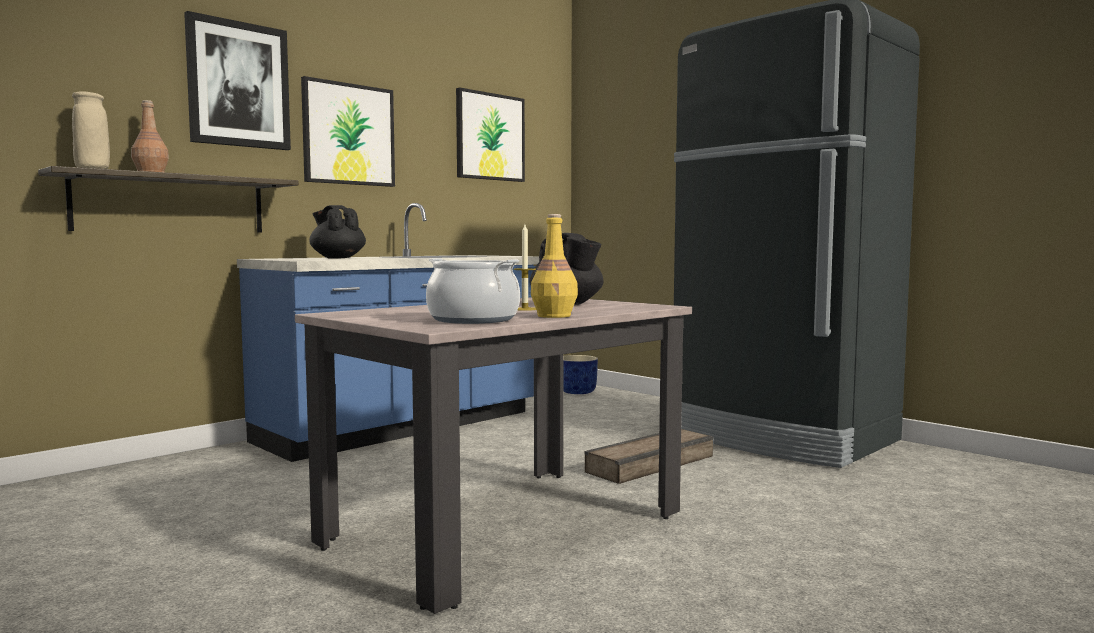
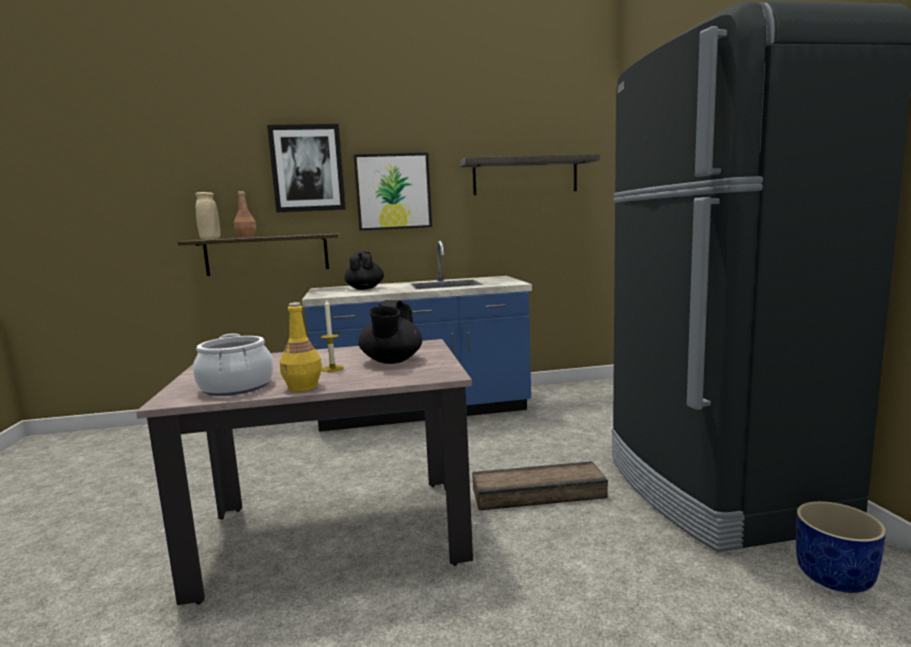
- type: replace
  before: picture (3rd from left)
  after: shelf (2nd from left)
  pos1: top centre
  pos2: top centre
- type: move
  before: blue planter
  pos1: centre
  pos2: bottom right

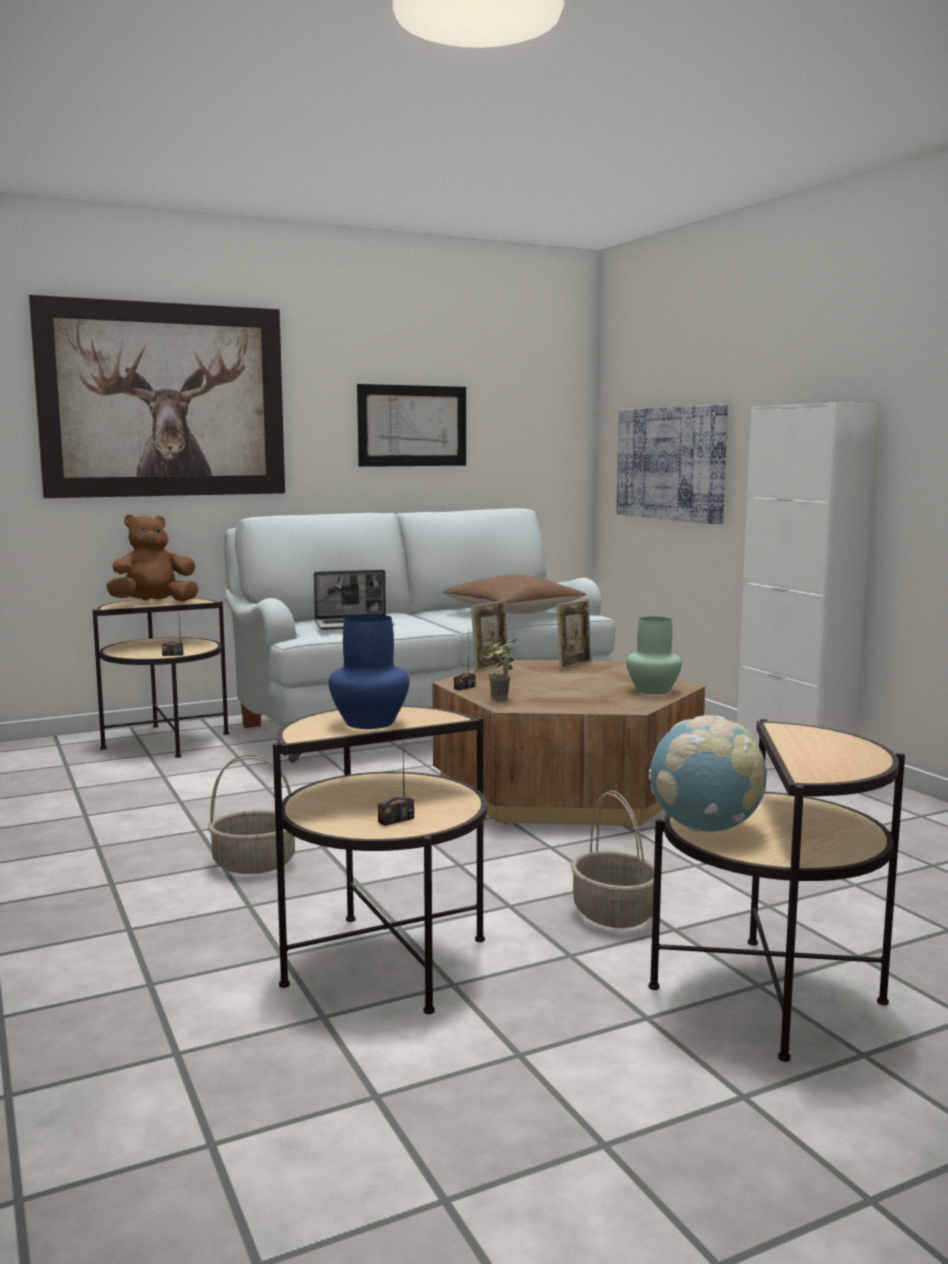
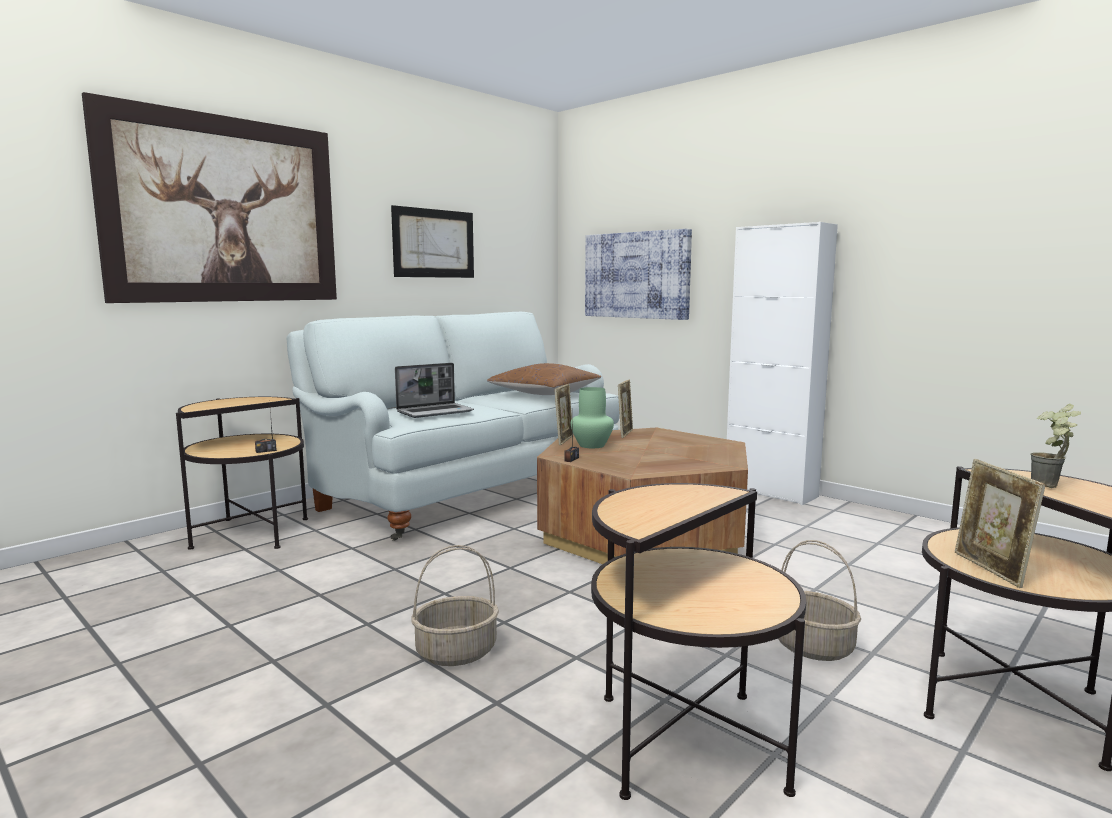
- type: delete
  before: brown plush toy
  pos1: middle left
- type: delete
  before: blue vase
  pos1: centre
- type: move
  before: green vase
  pos1: middle right
  pos2: centre
- type: move
  before: potted plant
  pos1: centre
  pos2: middle right
- type: replace
  before: globe
  after: picture frame (3rd from left)
  pos1: middle right
  pos2: middle right
- type: delete
  before: radio (2nd from left)
  pos1: centre

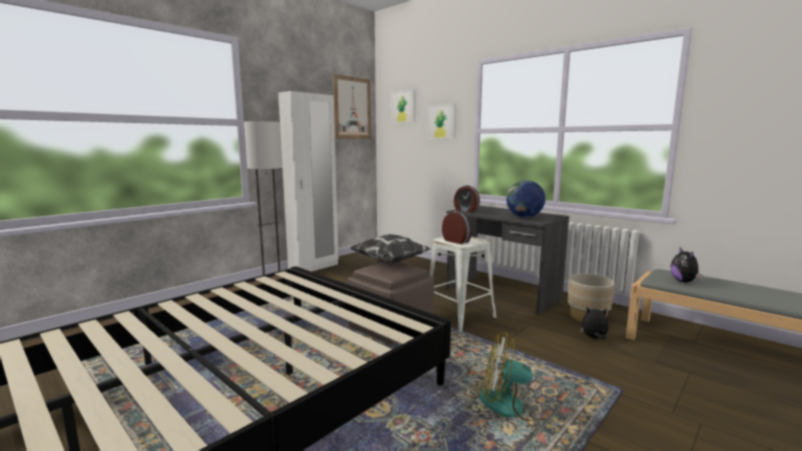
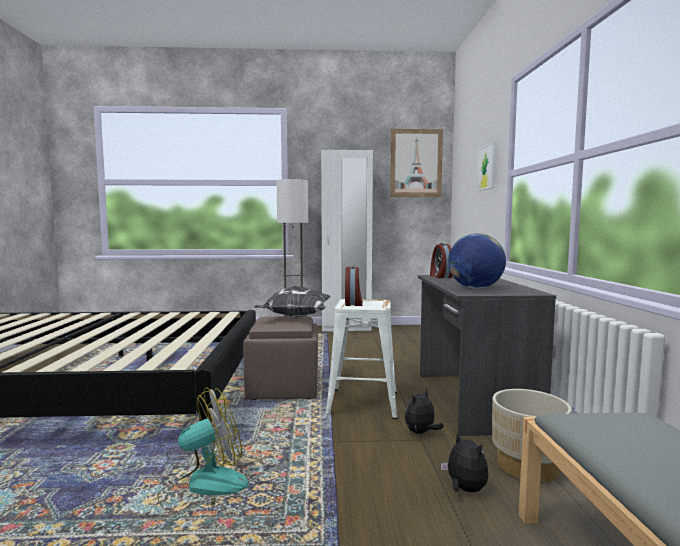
- type: delete
  before: picture (2nd from left)
  pos1: top centre
- type: move
  before: plush toy (2nd from left in the first image)
  after: plush toy (1st from left)
  pos1: middle right
  pos2: bottom centre
- type: rotate
  before: fan
  pos1: bottom centre
  pos2: bottom left
  turn: 90

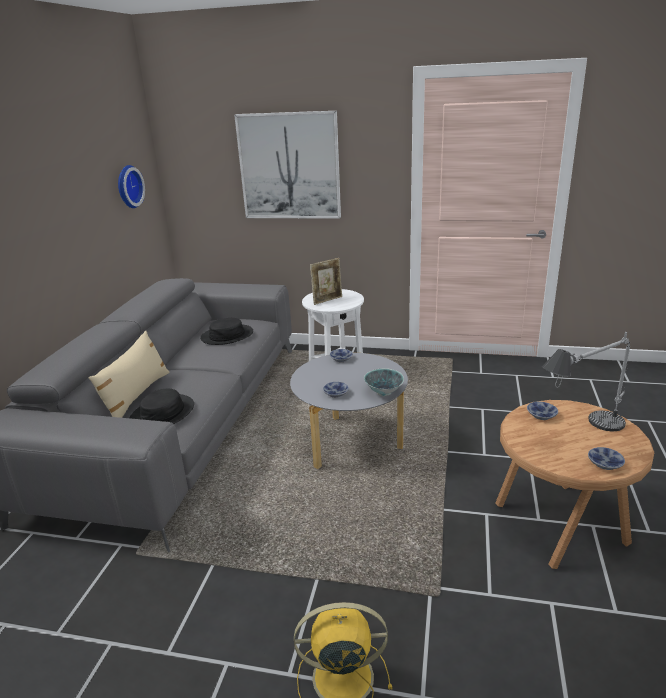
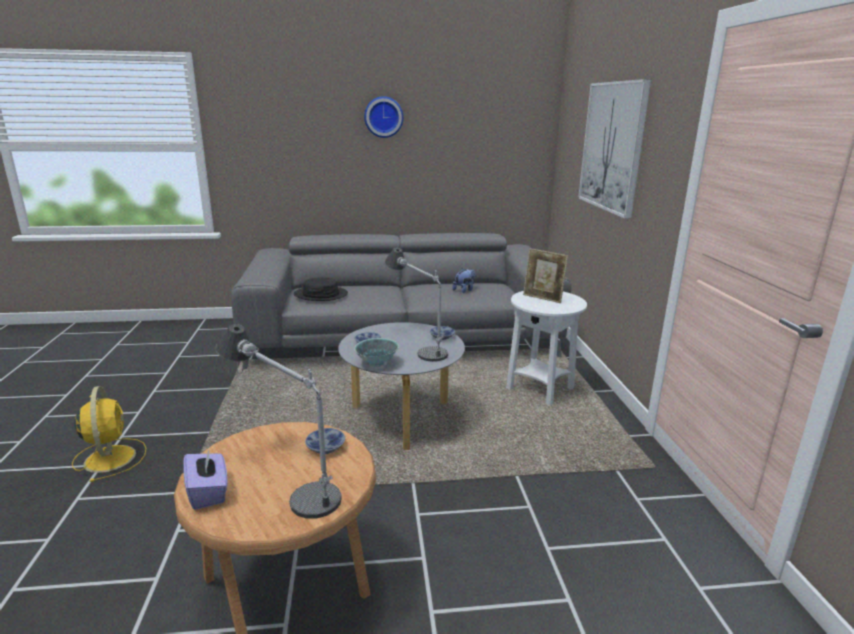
- type: move
  before: wall clock
  pos1: top left
  pos2: top centre
- type: replace
  before: black hat (2nd from left)
  after: plush toy
  pos1: centre
  pos2: centre
- type: delete
  before: beige pillow
  pos1: middle left
- type: replace
  before: bowl (5th from left)
  after: purple tissue box
  pos1: middle right
  pos2: bottom left
- type: insert
  after: table lamp (2nd from left)
  pos2: centre

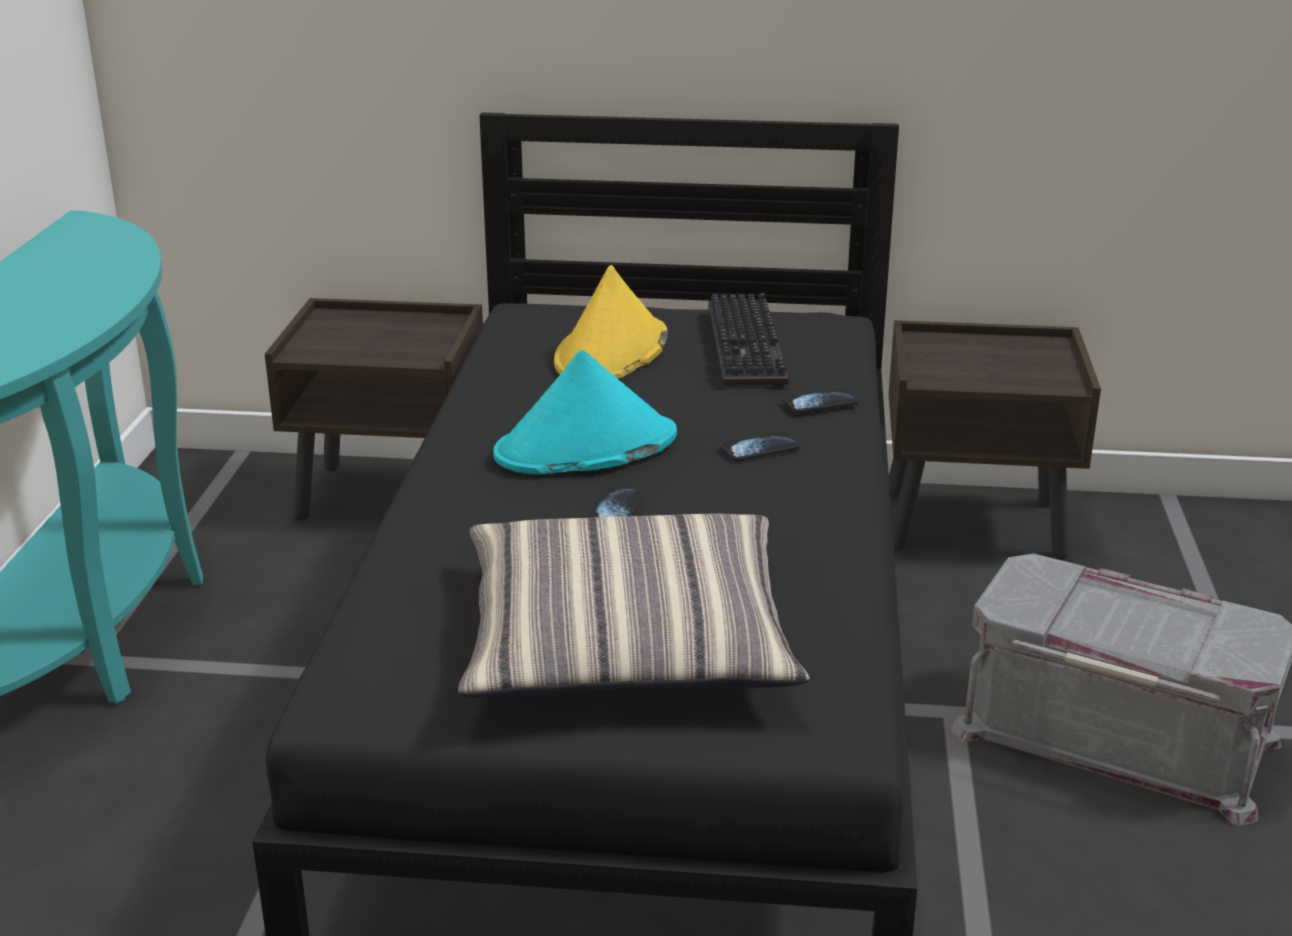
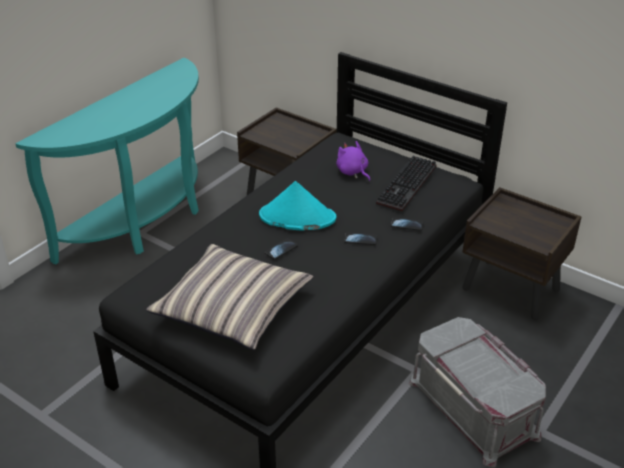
- type: replace
  before: yellow hat
  after: purple plush toy
  pos1: centre
  pos2: centre

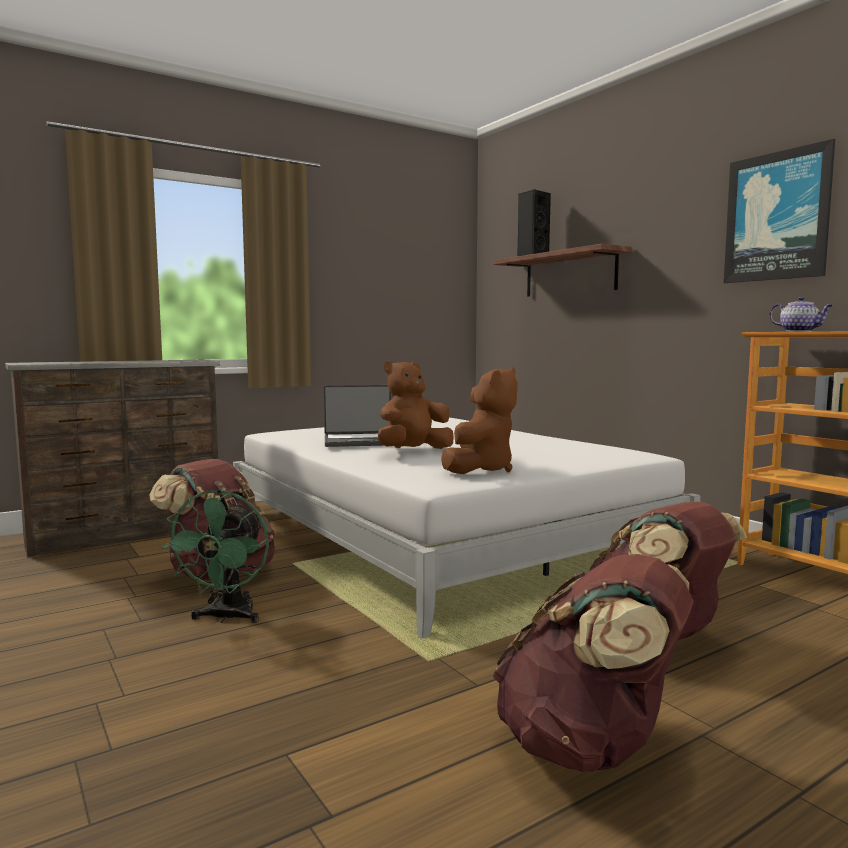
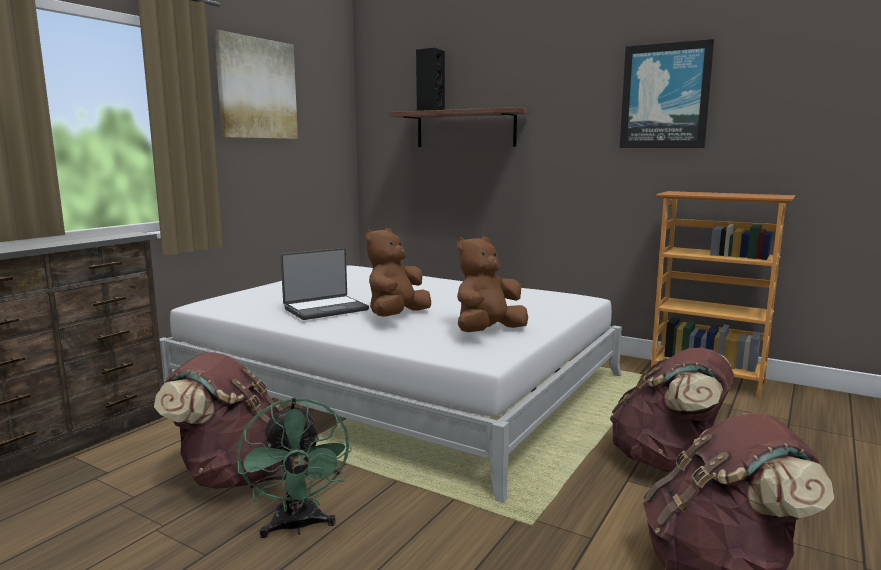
- type: delete
  before: teapot
  pos1: middle right
- type: rotate
  before: brown plush toy (2nd from left)
  pos1: centre
  pos2: centre
  turn: -135
- type: insert
  after: picture (1st from left)
  pos2: top left

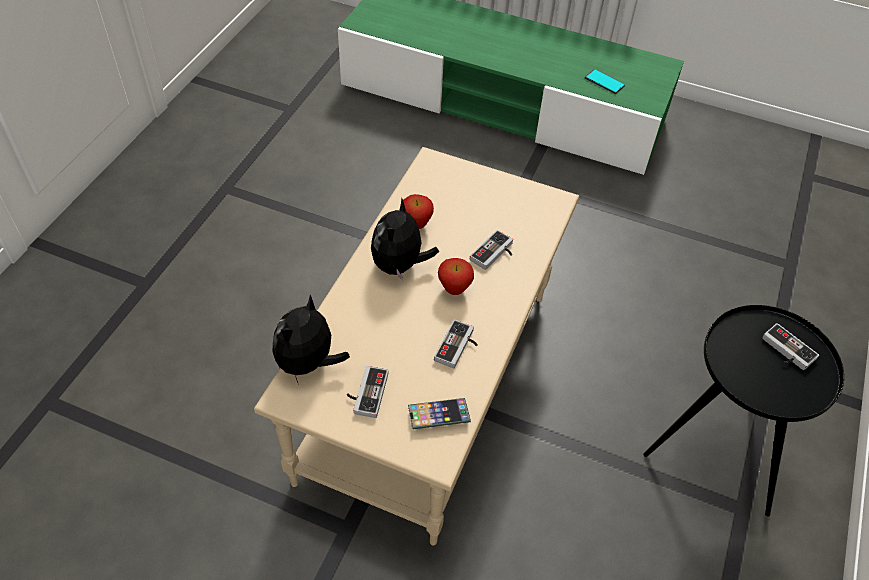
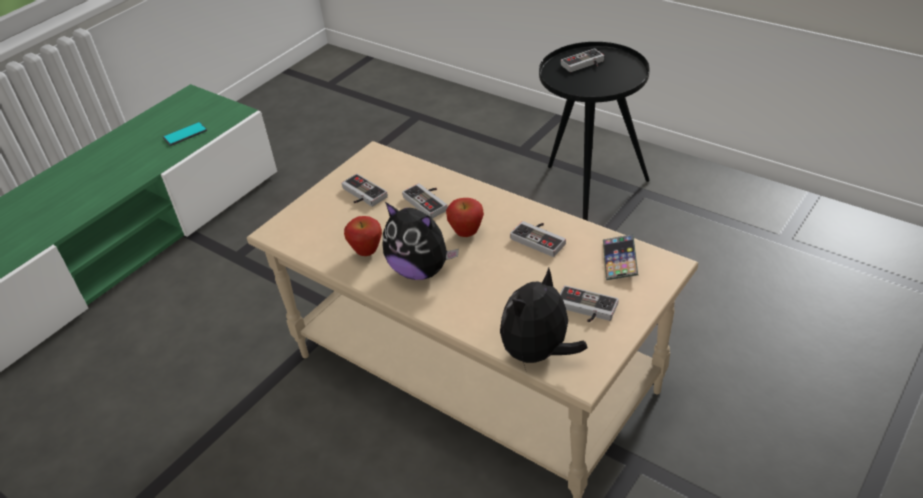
- type: rotate
  before: plush toy (1st from left in the first image)
  pos1: centre
  pos2: centre
  turn: 90
- type: insert
  after: game controller (1st from left)
  pos2: centre

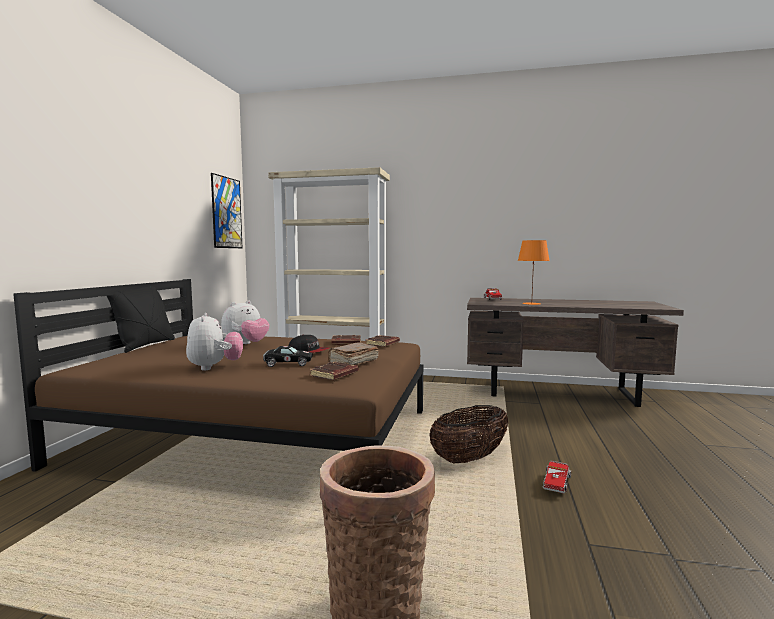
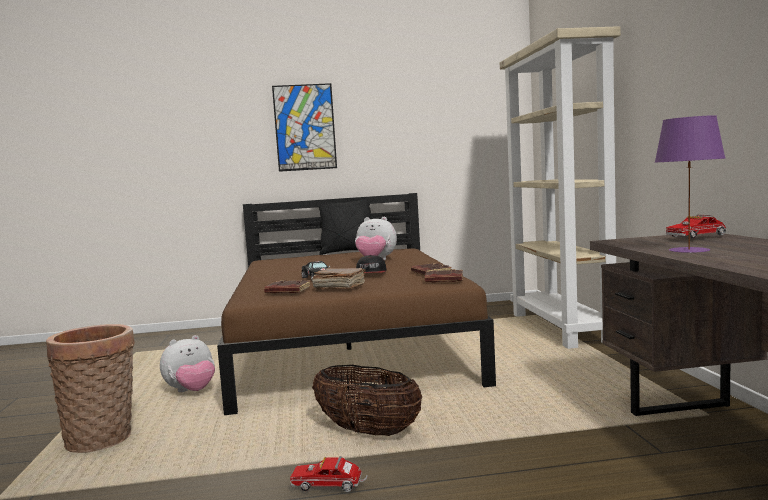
- type: move
  before: picture
  pos1: middle left
  pos2: top centre
- type: recolor
  before: orange table lamp
  after: purple table lamp
  pos1: middle right
  pos2: middle right
- type: move
  before: plush toy (1st from left)
  pos1: middle left
  pos2: bottom left

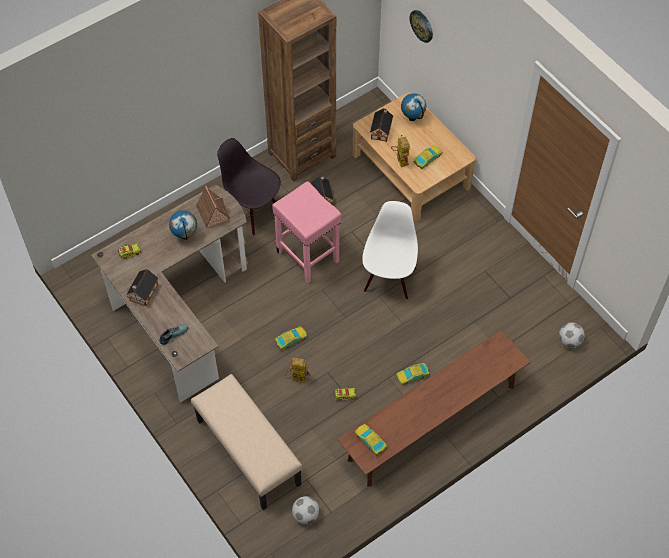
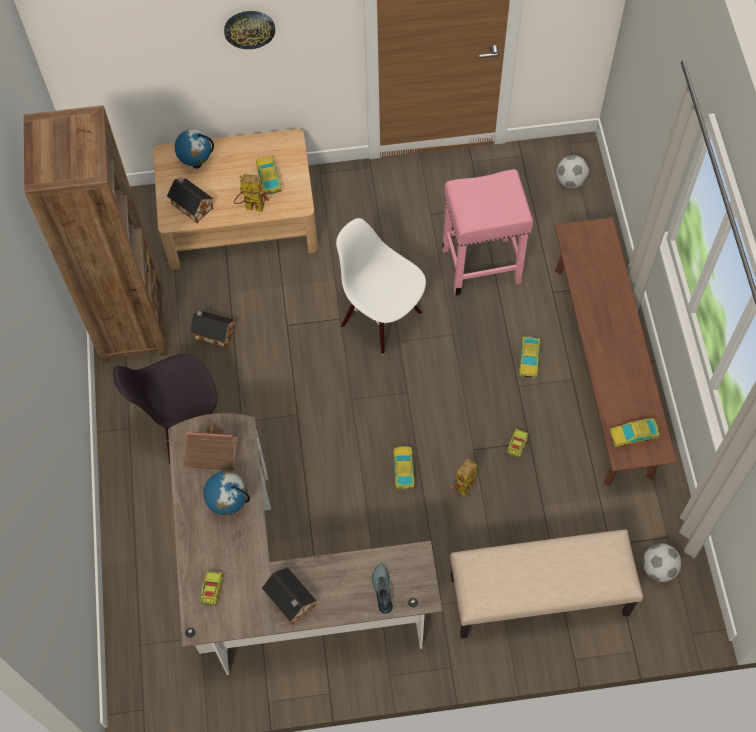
- type: move
  before: wall clock
  pos1: top centre
  pos2: top left
- type: move
  before: pink stool
  pos1: centre
  pos2: top centre

